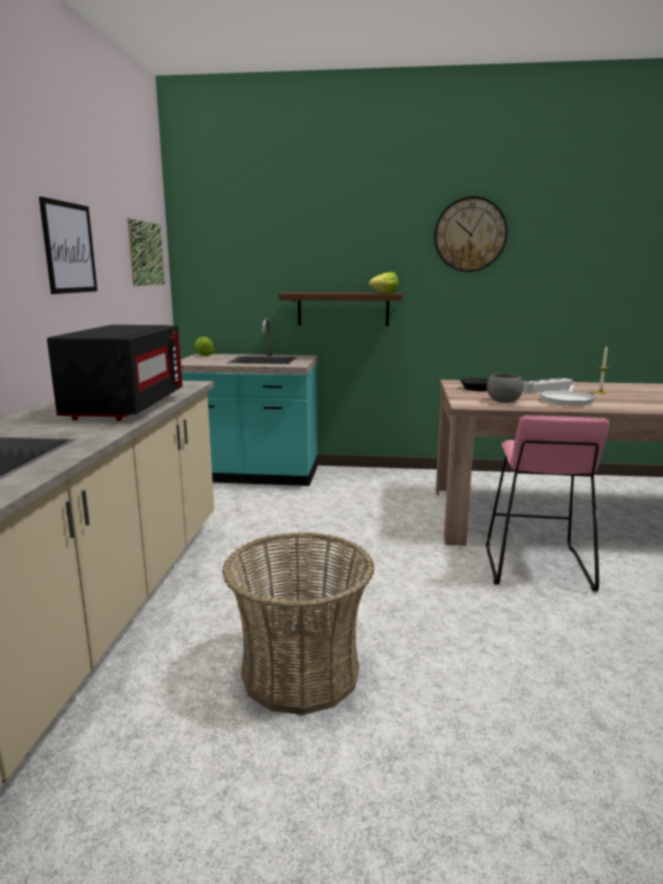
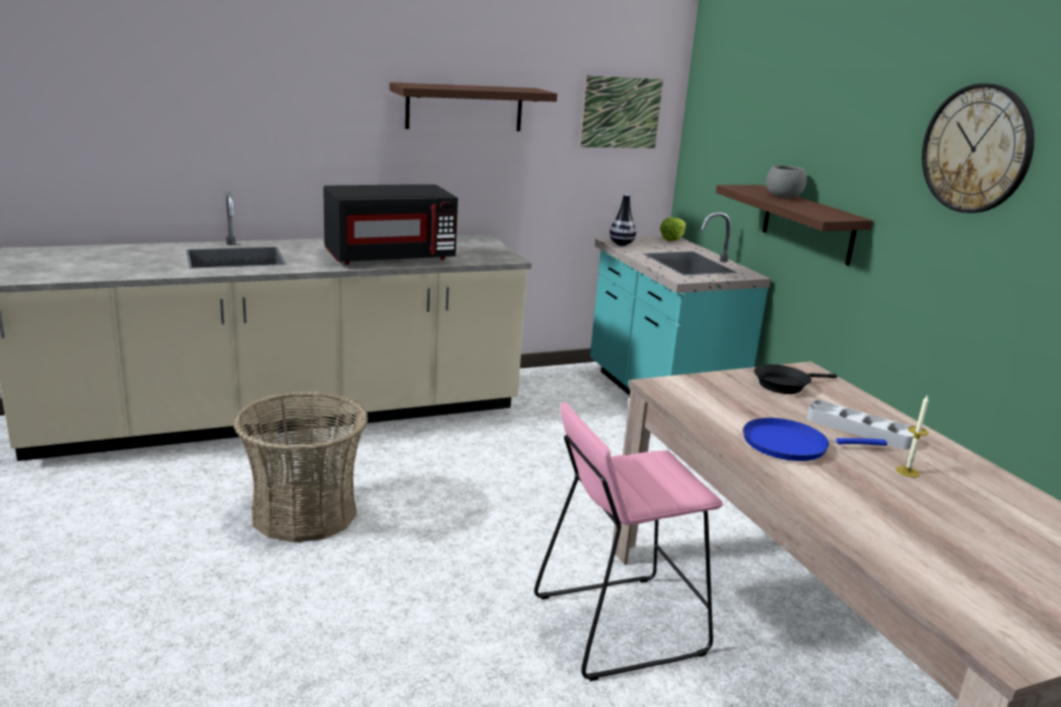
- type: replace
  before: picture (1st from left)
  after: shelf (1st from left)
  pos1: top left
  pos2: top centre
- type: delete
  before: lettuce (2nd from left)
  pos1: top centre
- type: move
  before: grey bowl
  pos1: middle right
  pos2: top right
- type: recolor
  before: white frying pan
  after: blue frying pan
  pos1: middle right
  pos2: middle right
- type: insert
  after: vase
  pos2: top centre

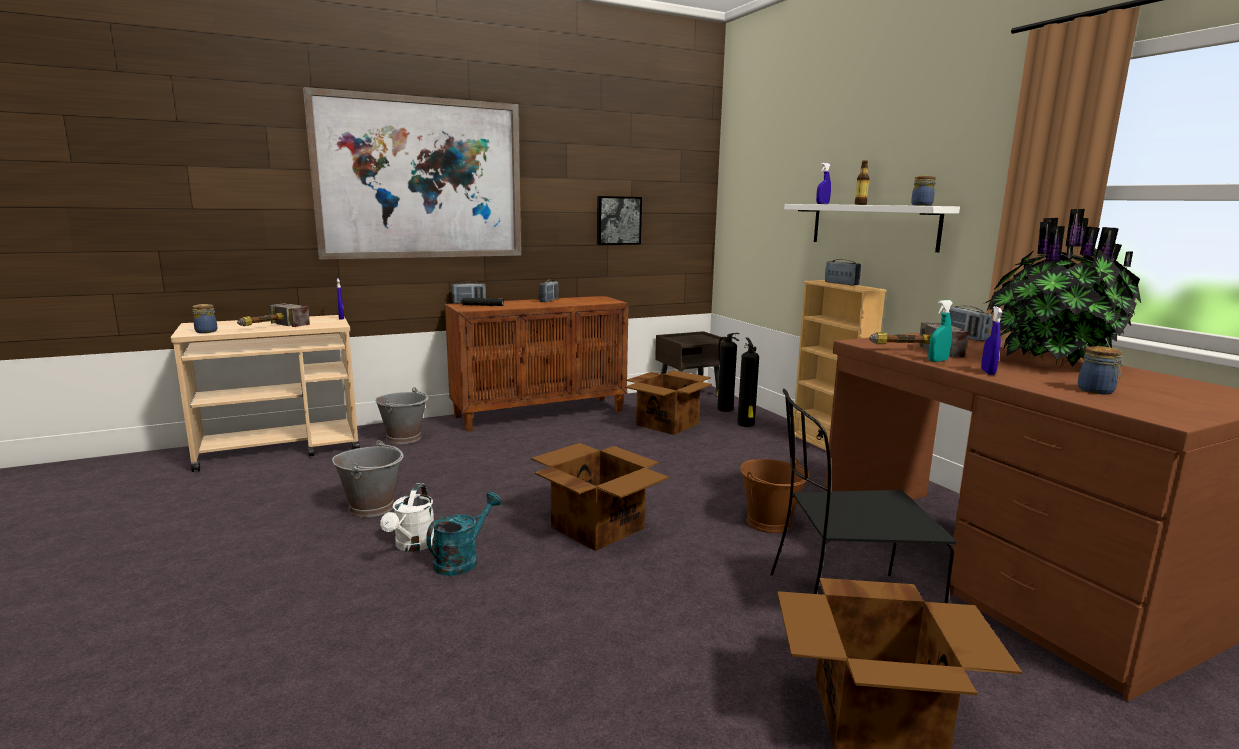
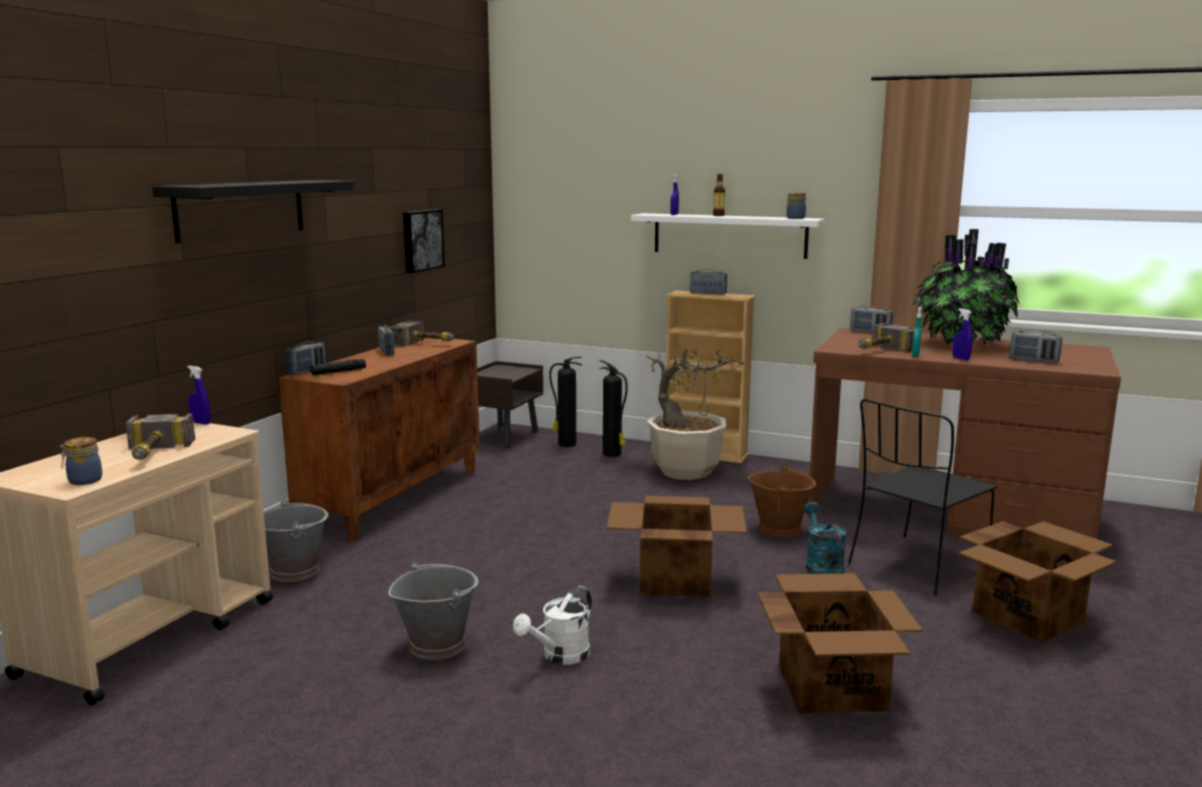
- type: replace
  before: picture (1st from left)
  after: black shelf
  pos1: top left
  pos2: top left
- type: replace
  before: jar (3rd from left)
  after: radio (5th from left)
  pos1: middle right
  pos2: middle right
- type: move
  before: cardboard box (2nd from left)
  pos1: centre
  pos2: bottom right
- type: rotate
  before: white watering can
  pos1: bottom left
  pos2: bottom centre
  turn: 75
- type: move
  before: turquoise watering can
  pos1: bottom centre
  pos2: bottom right
- type: insert
  after: hammer (2nd from left)
  pos2: centre
- type: insert
  after: potted plant (1st from left)
  pos2: centre

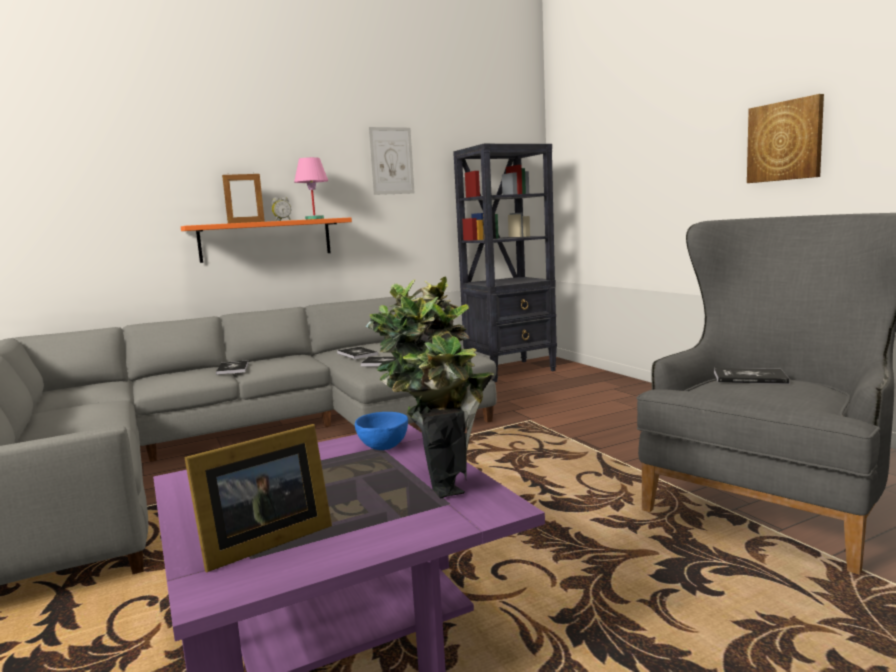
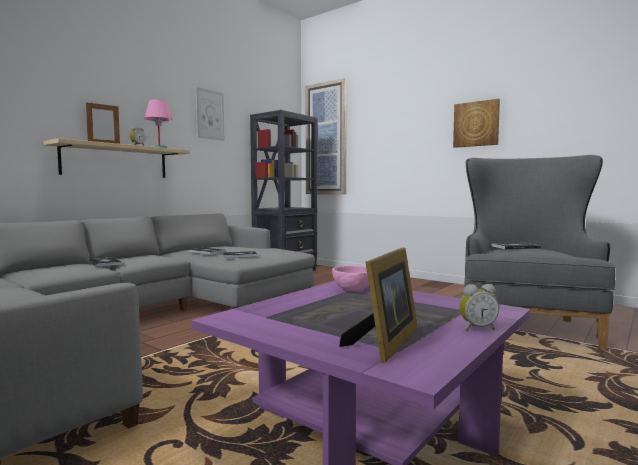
- type: recolor
  before: orange shelf
  after: beige shelf
  pos1: middle left
  pos2: middle left
- type: delete
  before: potted plant
  pos1: centre
- type: recolor
  before: blue bowl
  after: pink bowl
  pos1: centre
  pos2: centre
- type: insert
  after: picture (2nd from left)
  pos2: top centre
- type: insert
  after: alarm clock (2nd from left)
  pos2: middle right

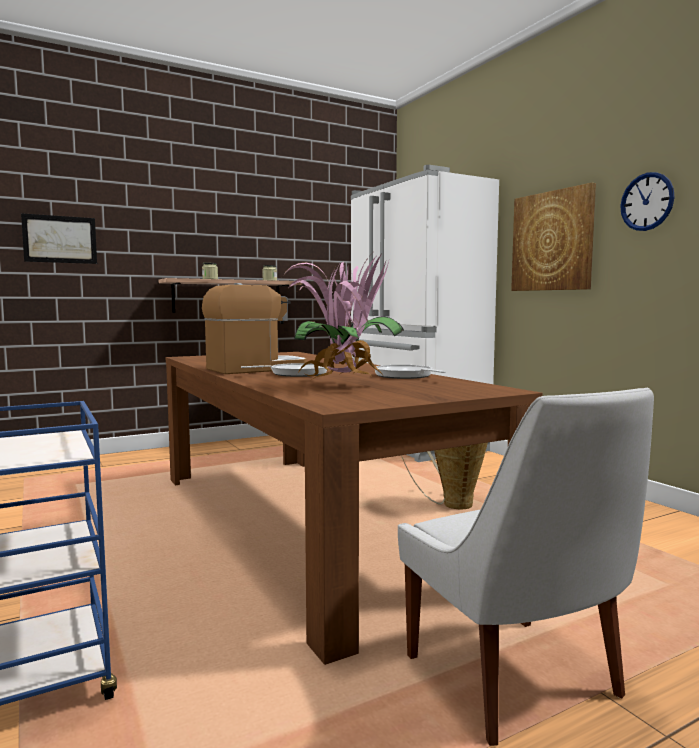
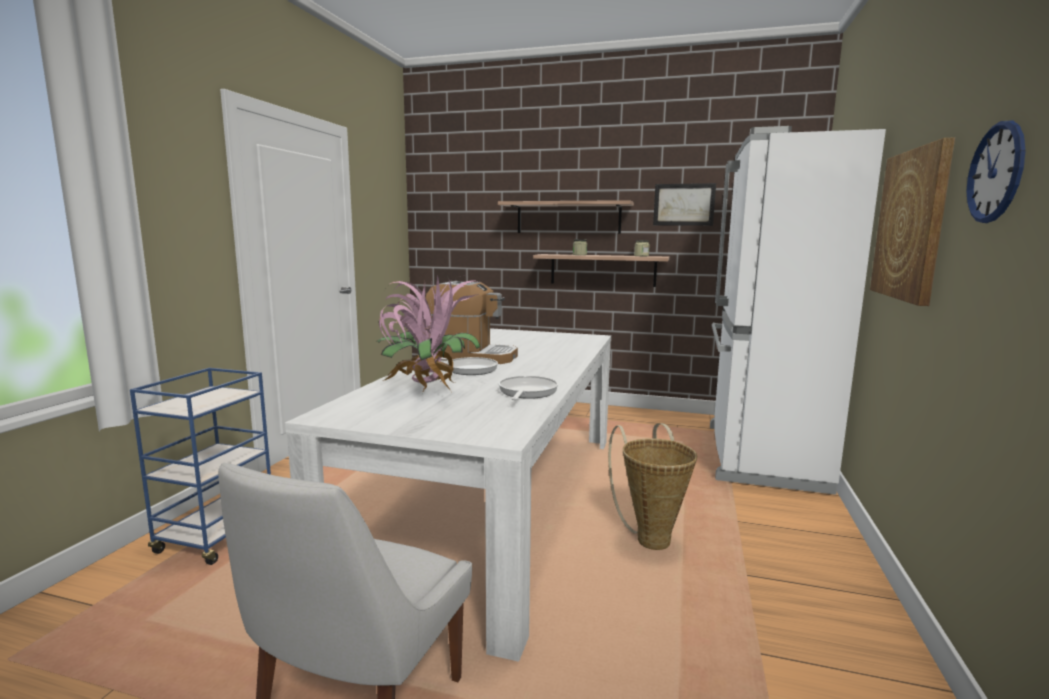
- type: move
  before: picture (1st from left)
  pos1: top left
  pos2: top centre
- type: recolor
  before: brown dining table
  after: white dining table
  pos1: bottom centre
  pos2: bottom centre
- type: insert
  after: shelf (1st from left)
  pos2: top centre

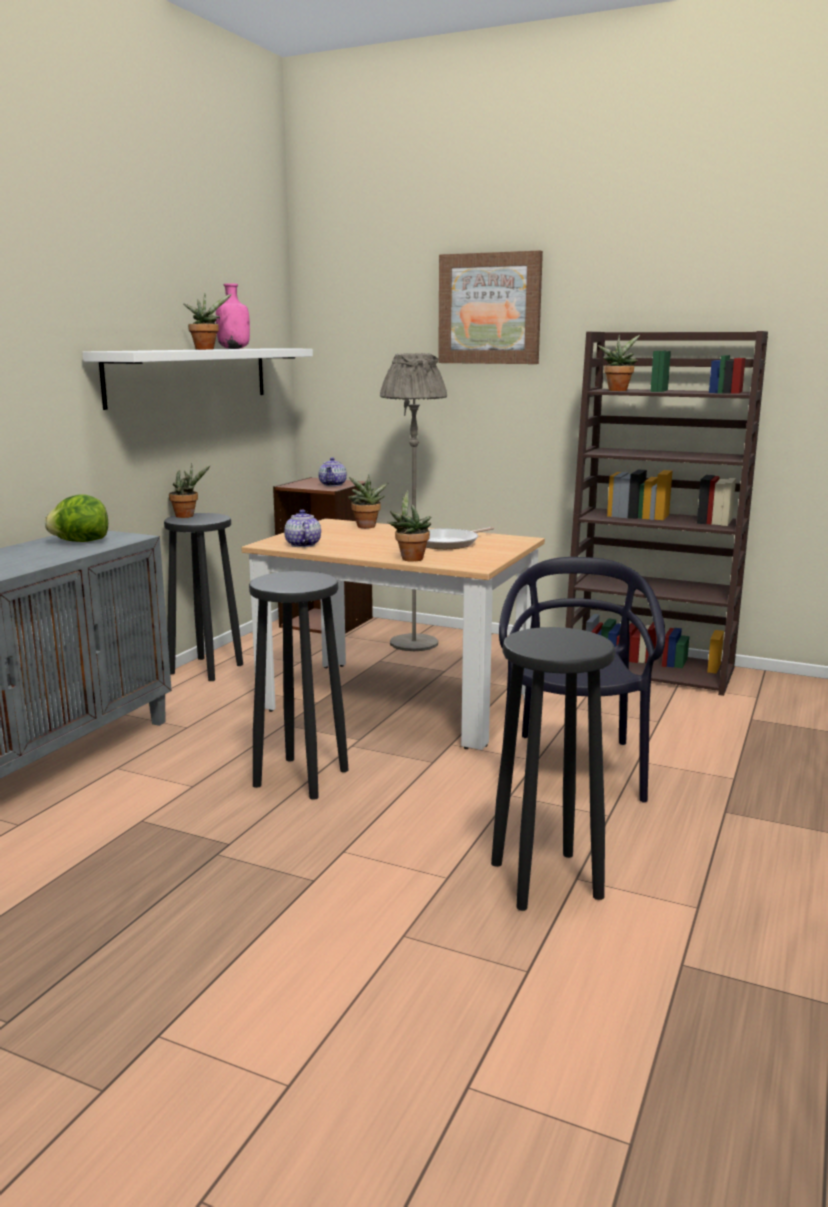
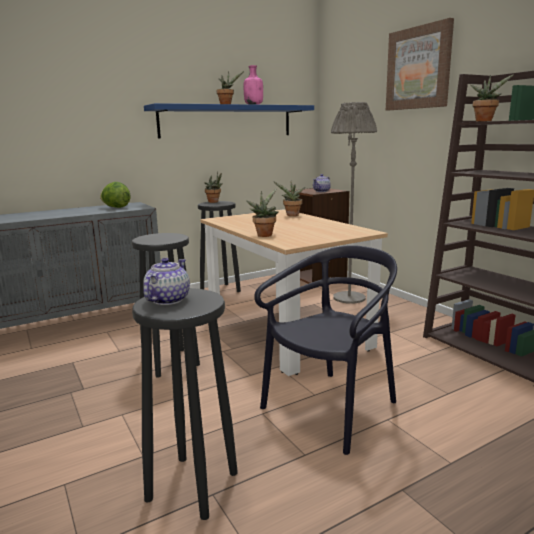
- type: recolor
  before: white shelf
  after: blue shelf
  pos1: top left
  pos2: top centre
- type: move
  before: teapot (1st from left)
  pos1: centre
  pos2: middle left
- type: delete
  before: frying pan
  pos1: centre

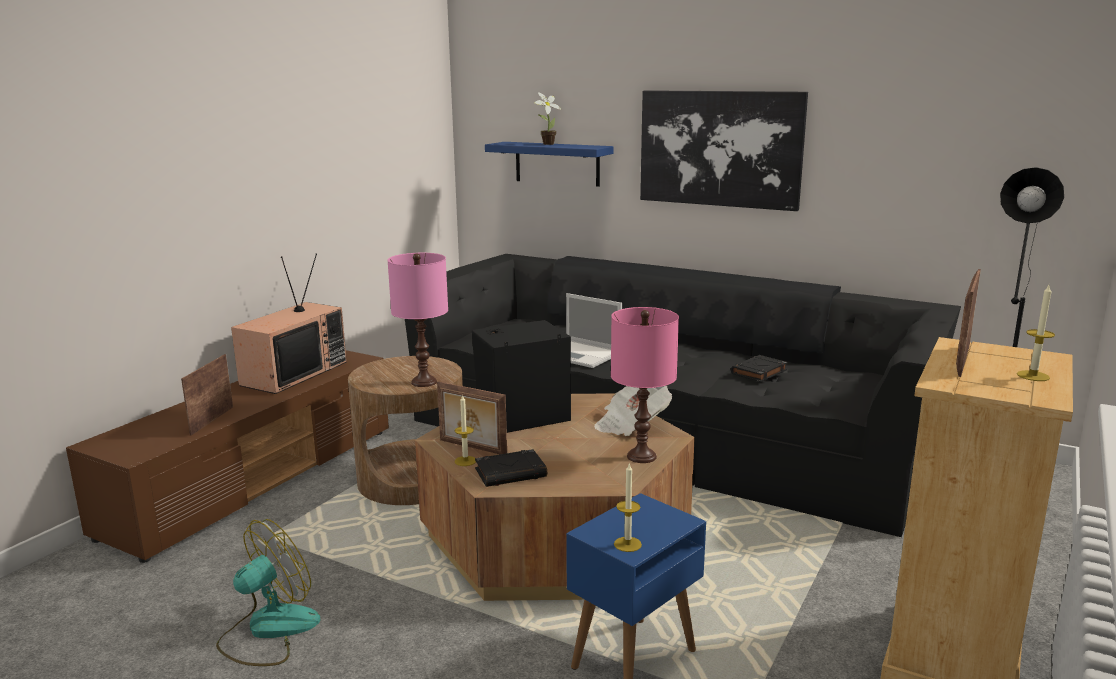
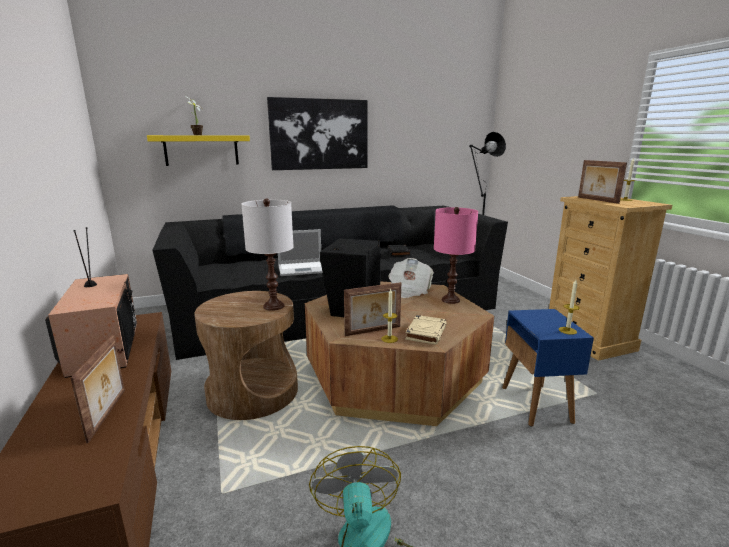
- type: recolor
  before: blue shelf
  after: yellow shelf
  pos1: top centre
  pos2: top left
- type: recolor
  before: pink table lamp (1st from left)
  after: white table lamp
  pos1: centre
  pos2: centre
- type: rotate
  before: picture frame (1st from left)
  pos1: middle left
  pos2: bottom left
  turn: -150
- type: recolor
  before: black book (1st from left)
  after: beige book
  pos1: bottom centre
  pos2: centre

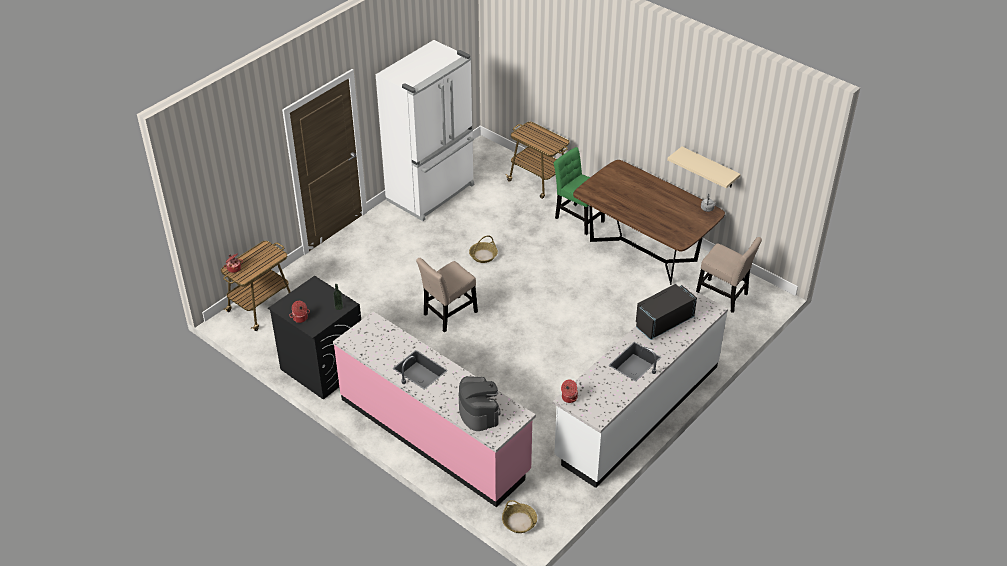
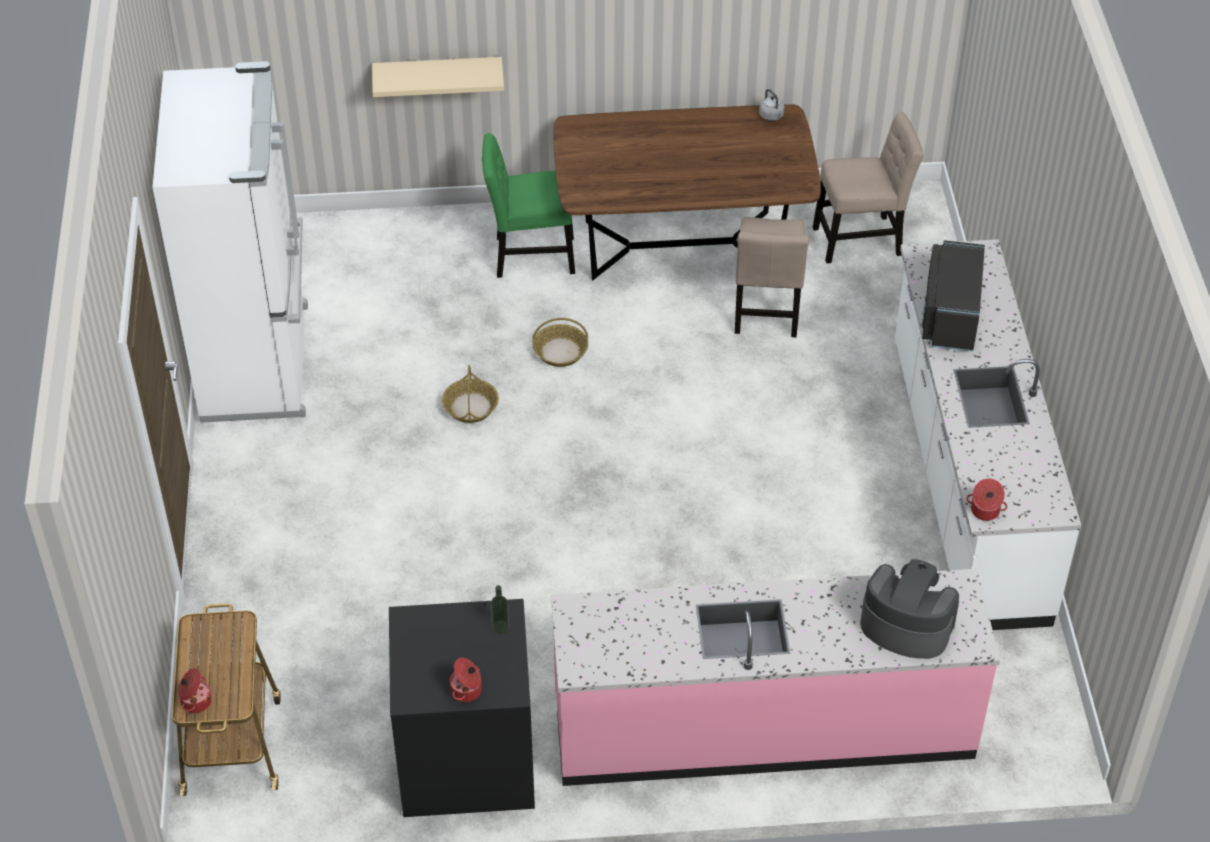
- type: delete
  before: cart (2nd from left)
  pos1: top centre
- type: move
  before: beige shelf
  pos1: top right
  pos2: top centre
- type: move
  before: beige chair (1st from left)
  pos1: centre
  pos2: top centre
- type: move
  before: basket (2nd from left)
  pos1: bottom centre
  pos2: centre

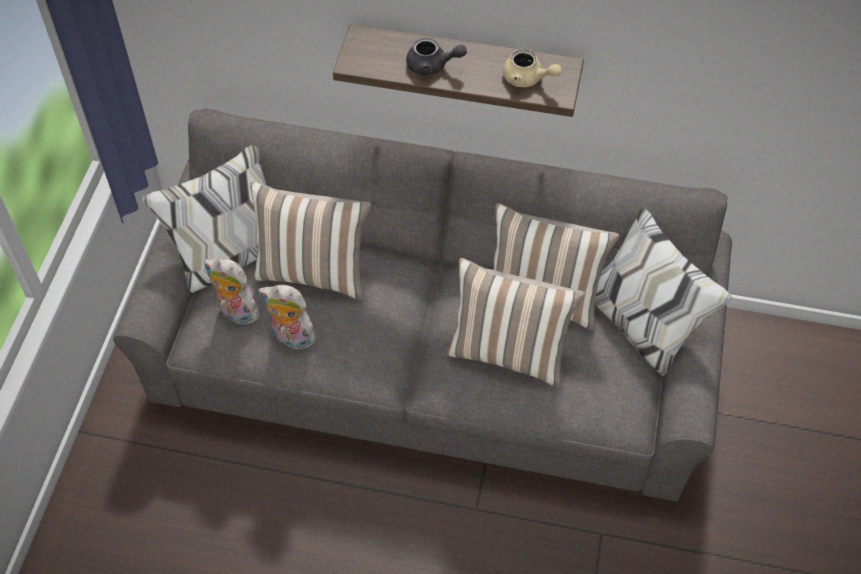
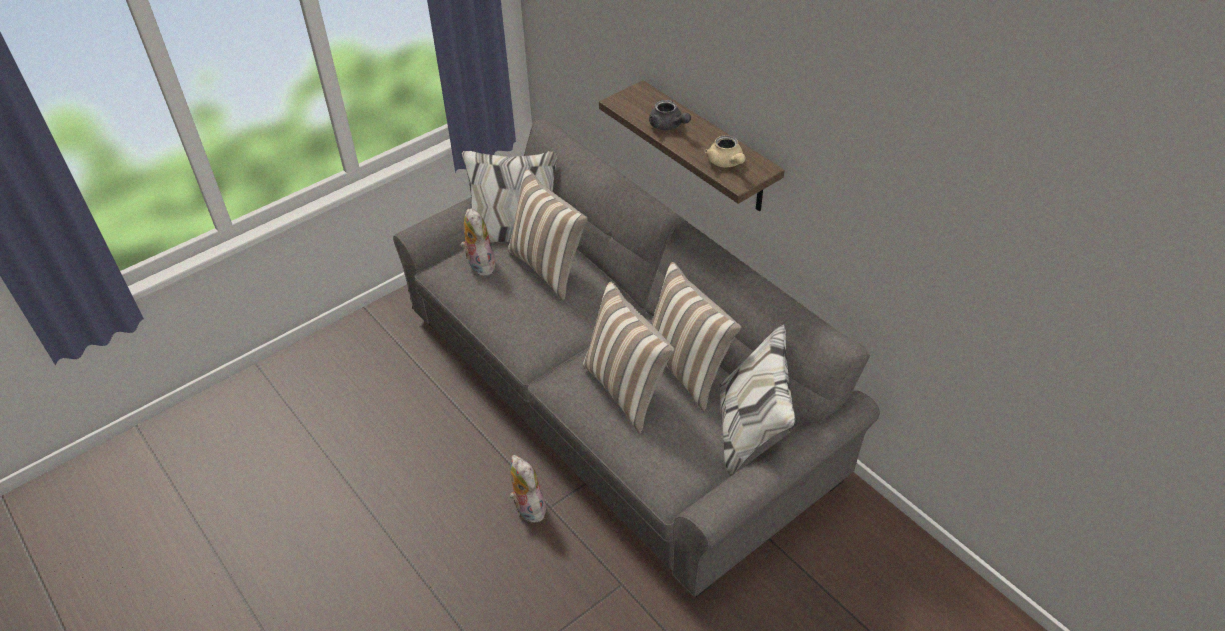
- type: move
  before: plush toy (2nd from left)
  pos1: centre
  pos2: bottom centre

